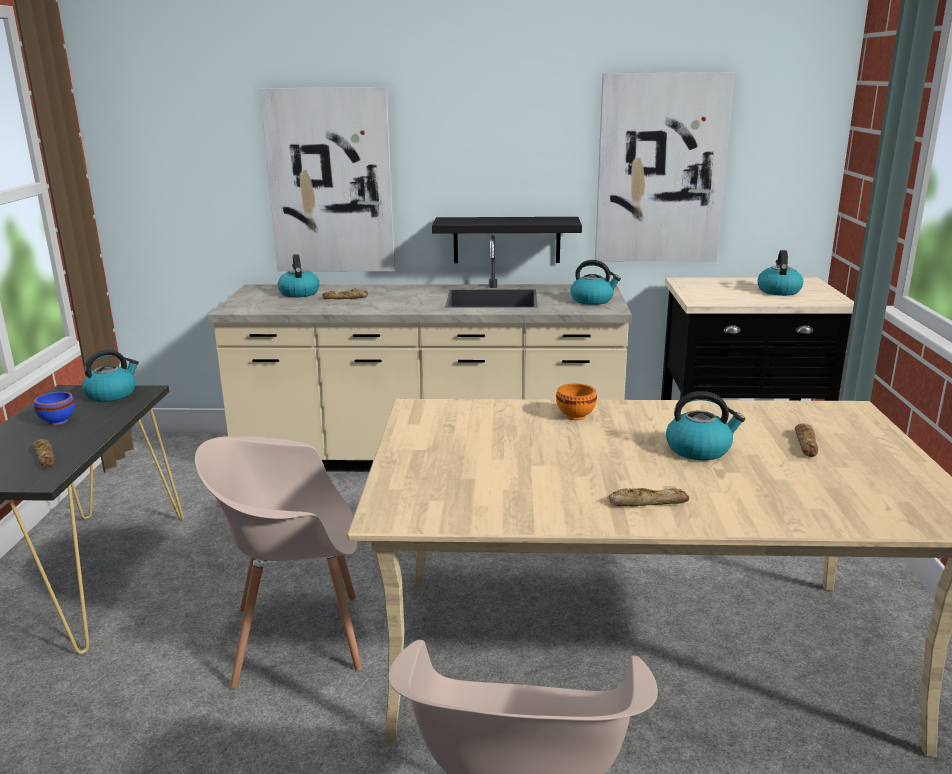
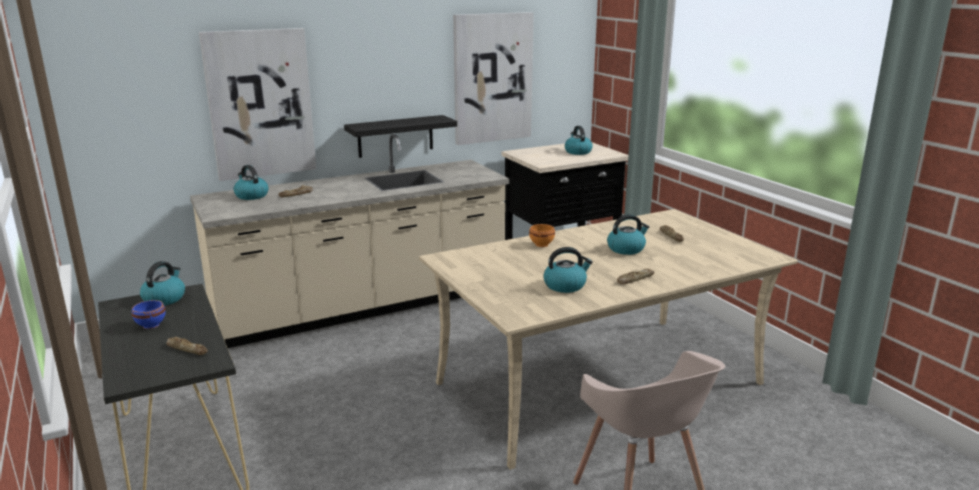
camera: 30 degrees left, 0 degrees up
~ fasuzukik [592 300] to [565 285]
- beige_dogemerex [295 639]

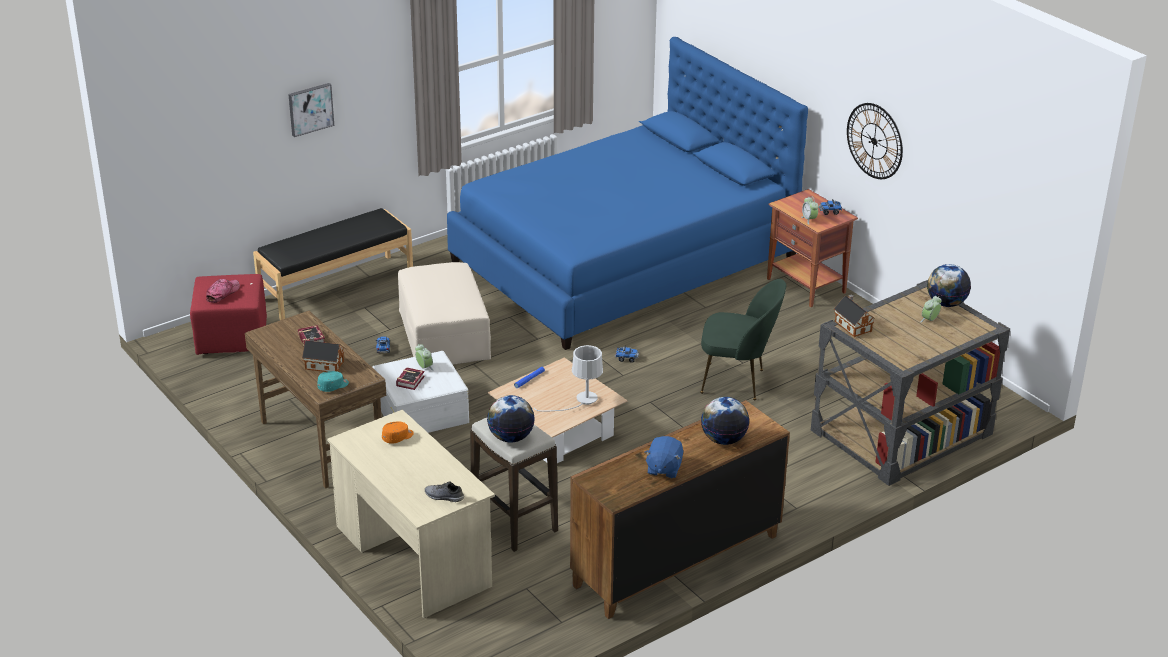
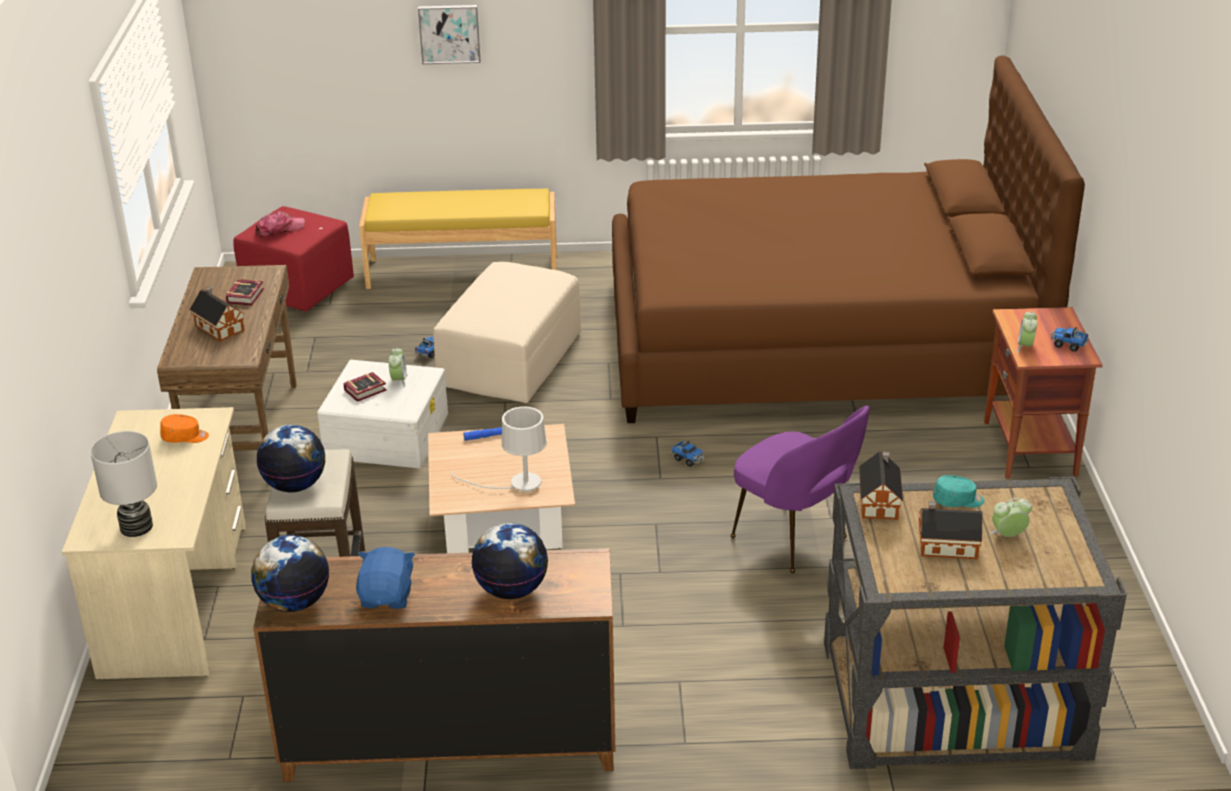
camera: 35 degrees right, 0 degrees up
~ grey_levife [443 497] to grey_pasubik [136 527]
~ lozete [946 303] to [294 602]
~ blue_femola [663 468] = [387 597] 135 degrees clockwise
~ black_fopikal [336 287] to yellow_fopikal [463 270]
~ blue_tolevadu [624 261] to brown_tolevadu [819 341]
~ green_dogemerex [738 383] to purple_dogemerex [795 542]
+ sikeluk [945 545]
~ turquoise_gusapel [333 386] to [958 501]
- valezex [874 141]

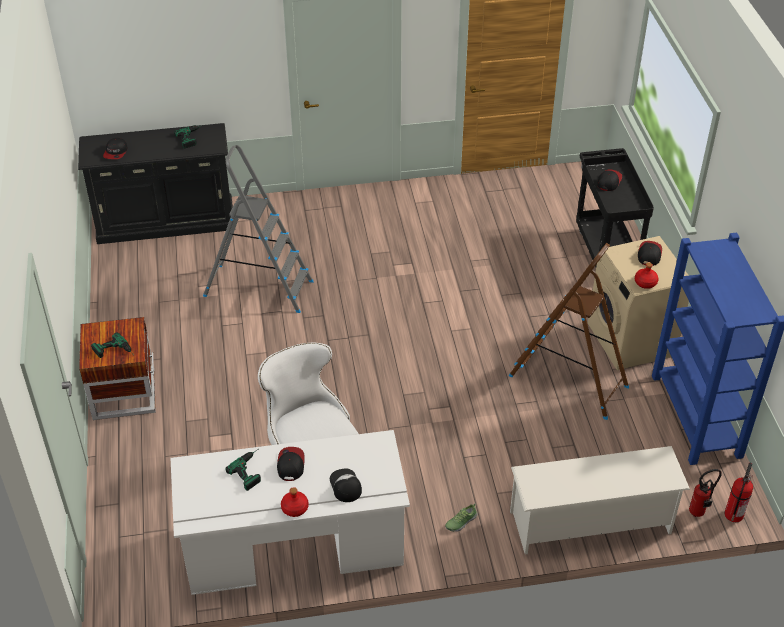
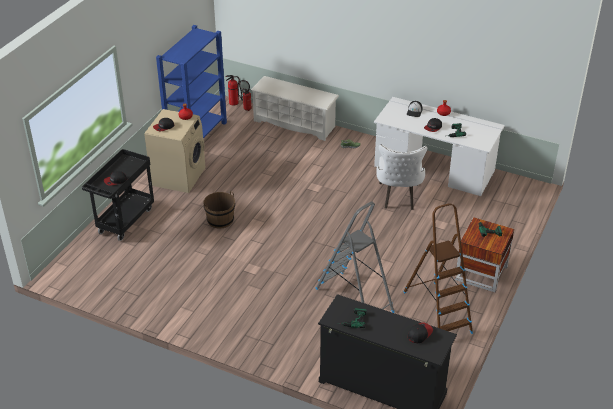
camera: 145 degrees left, 5 degrees down
+ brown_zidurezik [220 220]
~ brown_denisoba [567 381] to [437 312]

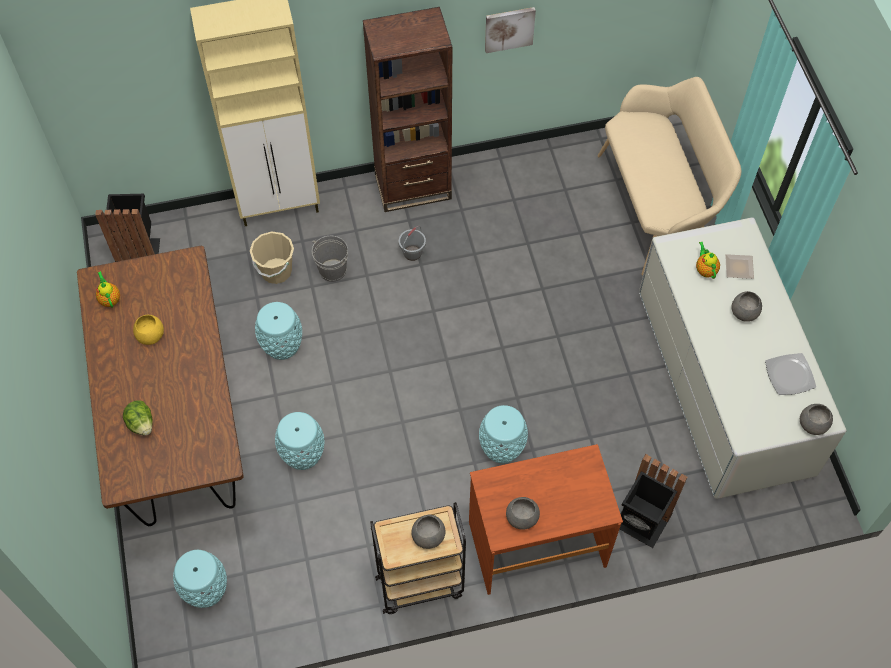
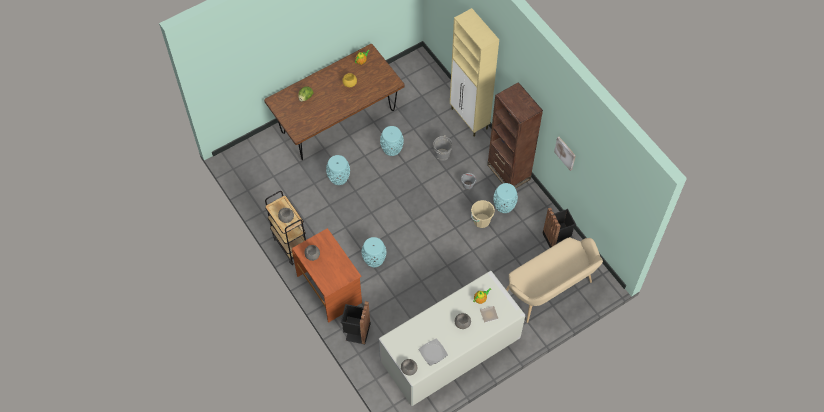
camera: 70 degrees right, 0 degrees up
~ beige_zidurezik [276 271] to [481 220]
~ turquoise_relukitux [205 589] to [504 205]
~ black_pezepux [138 251] to [556 238]

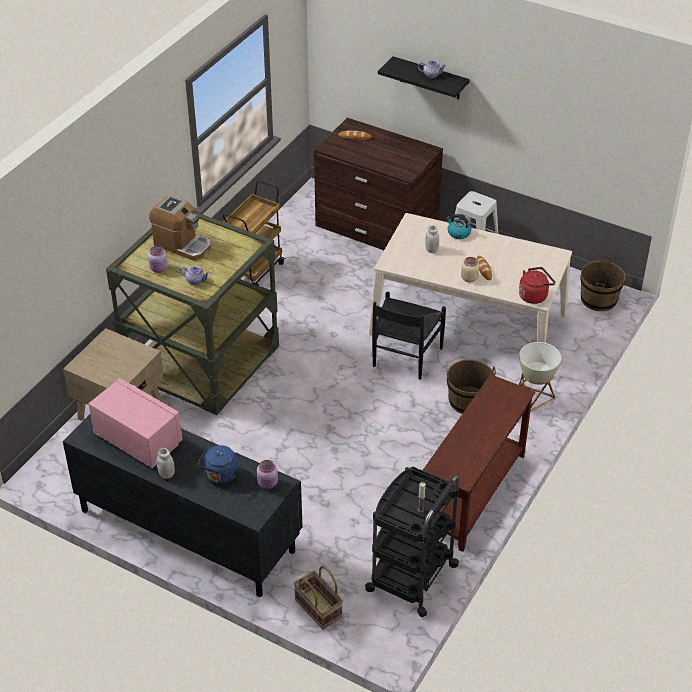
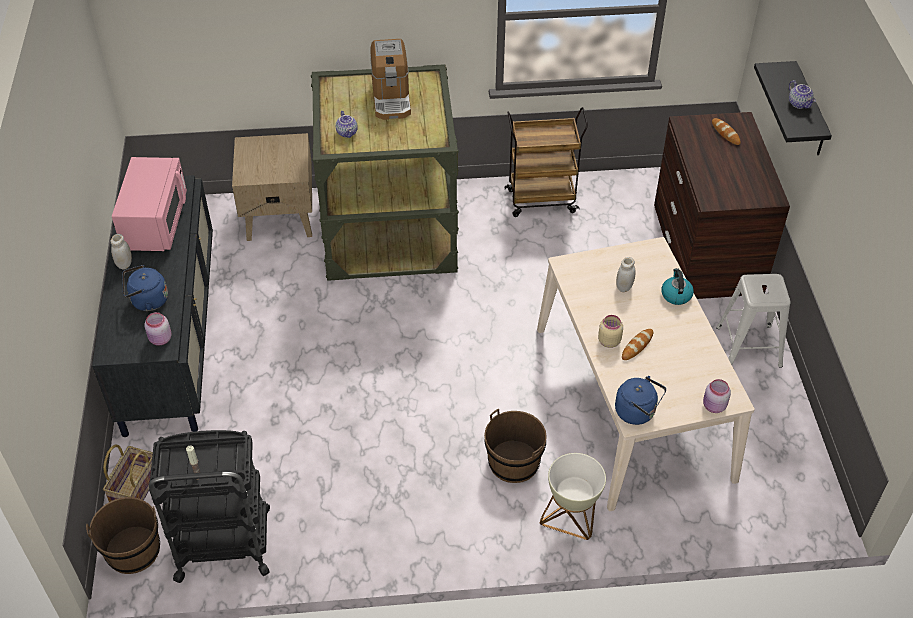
camera: 55 degrees right, 5 degrees up
~ brown_zidurezik [599 299] to [133 551]
~ red_fasuzukik [534 295] to blue_fasuzukik [637 412]
~ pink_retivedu [159 269] to [713 406]
- black_dogemerex [405 357]
- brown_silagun [473 494]

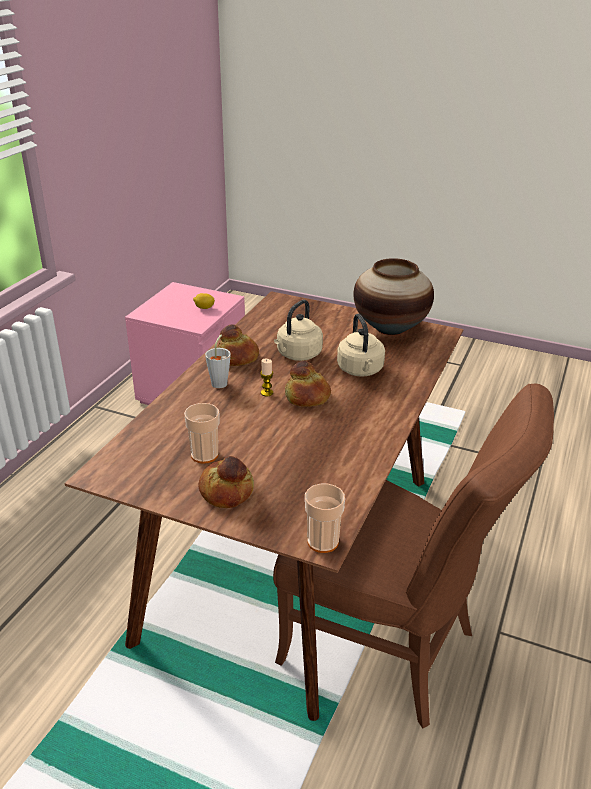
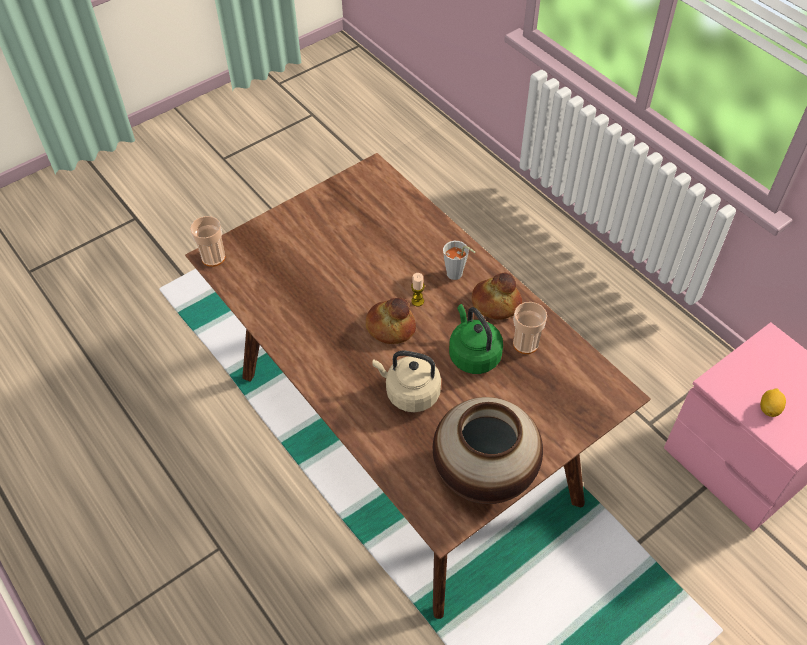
camera: 120 degrees right, 20 degrees up
~ beige_fasuzukik [297 355] to green_fasuzukik [473 354]
~ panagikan [204 455] to [525 344]
- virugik [227 491]
- brown_dogemerex [390 649]

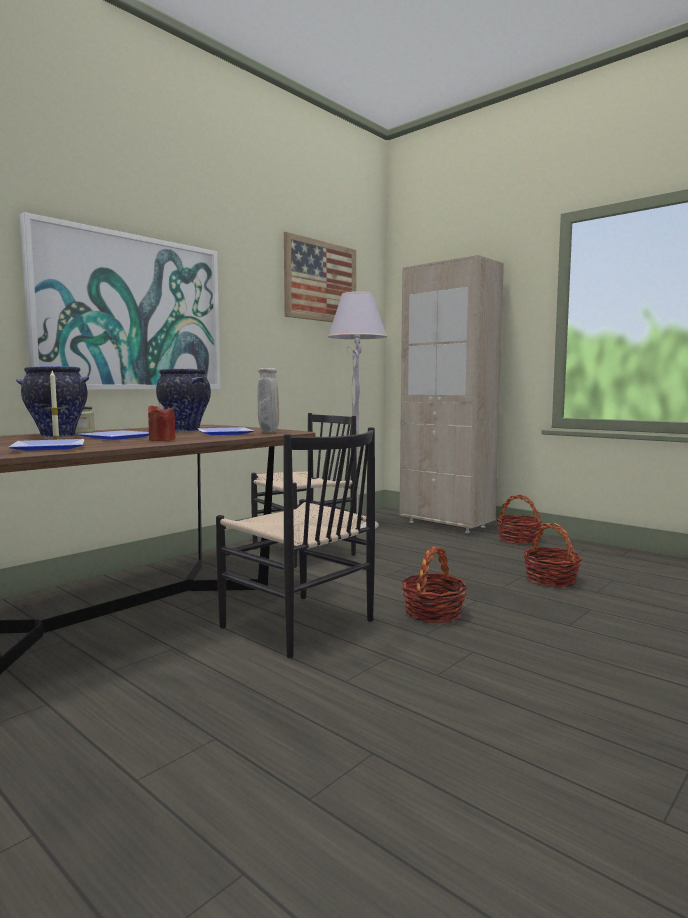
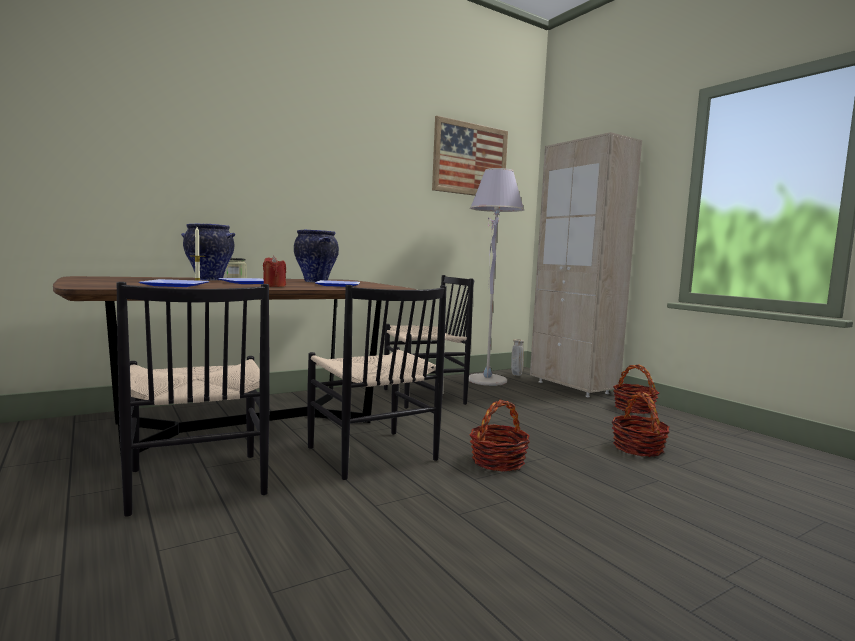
camera: 15 degrees right, 0 degrees up
+ black_dogemerex [197 486]
~ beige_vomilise [268 432] to [516 375]
- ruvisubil [130 313]

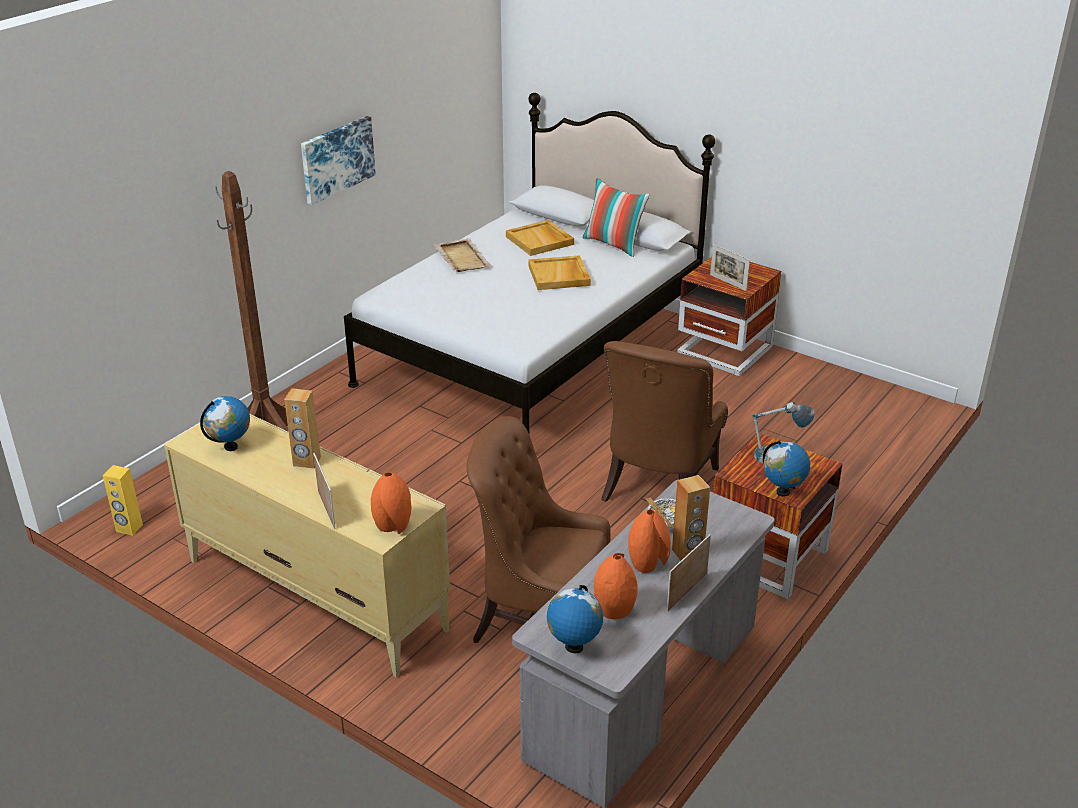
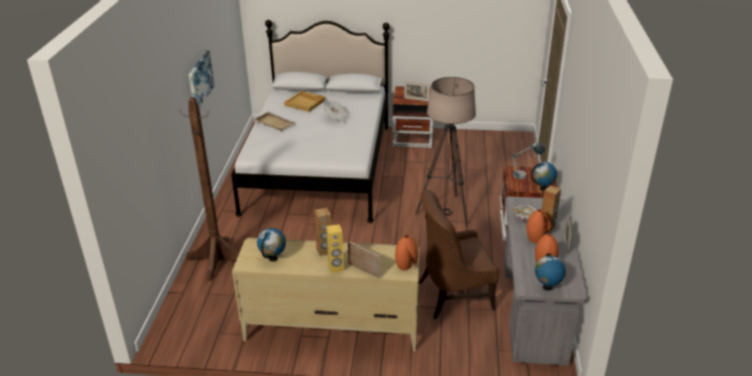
camera: 30 degrees left, 0 degrees up
~ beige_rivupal [559 276] to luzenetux [336 118]
~ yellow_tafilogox [129 528] to [336 268]
~ brown_dogemerex [658 485] to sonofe [446 211]
- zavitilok [614 244]

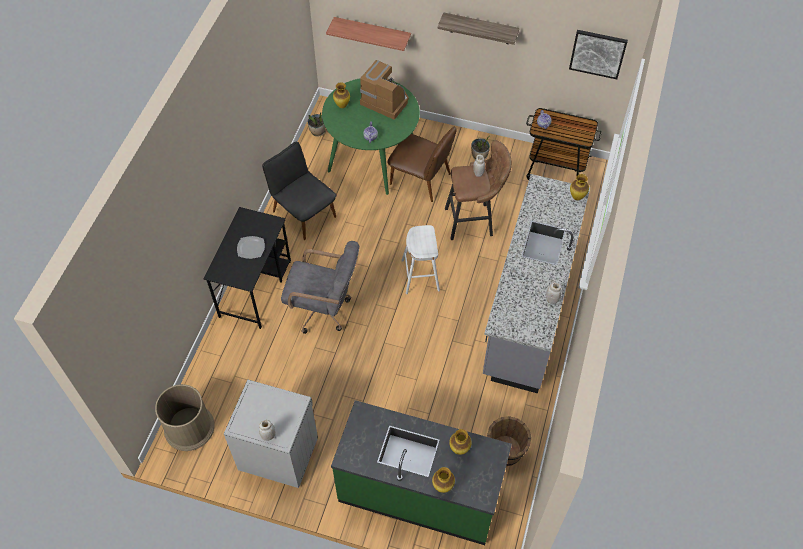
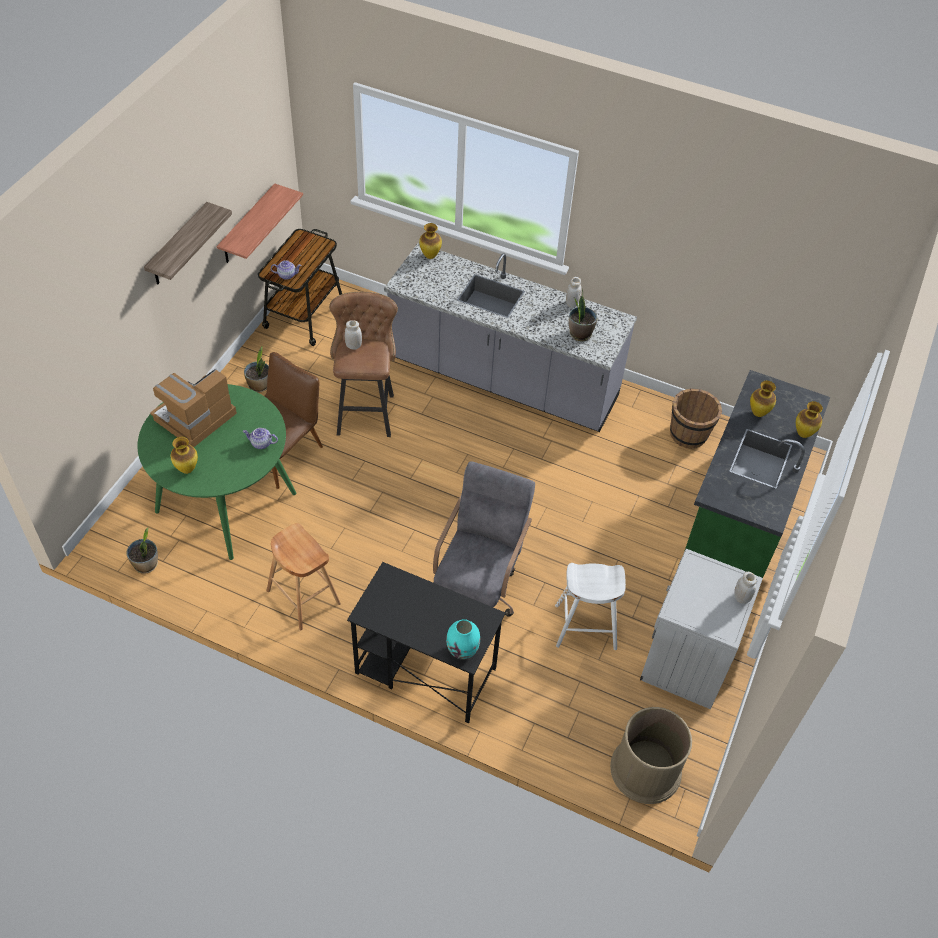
camera: 85 degrees left, 5 degrees down
~ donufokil [372 33] to [247 225]
~ black_dogemerex [304 214] to brown_relukitux [303 597]
+ turquoise_vomilise [462 650]
~ white_relukitux [420 275] to [586 627]
+ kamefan [580 334]
- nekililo [250 248]
- ruvisubil [597 53]

